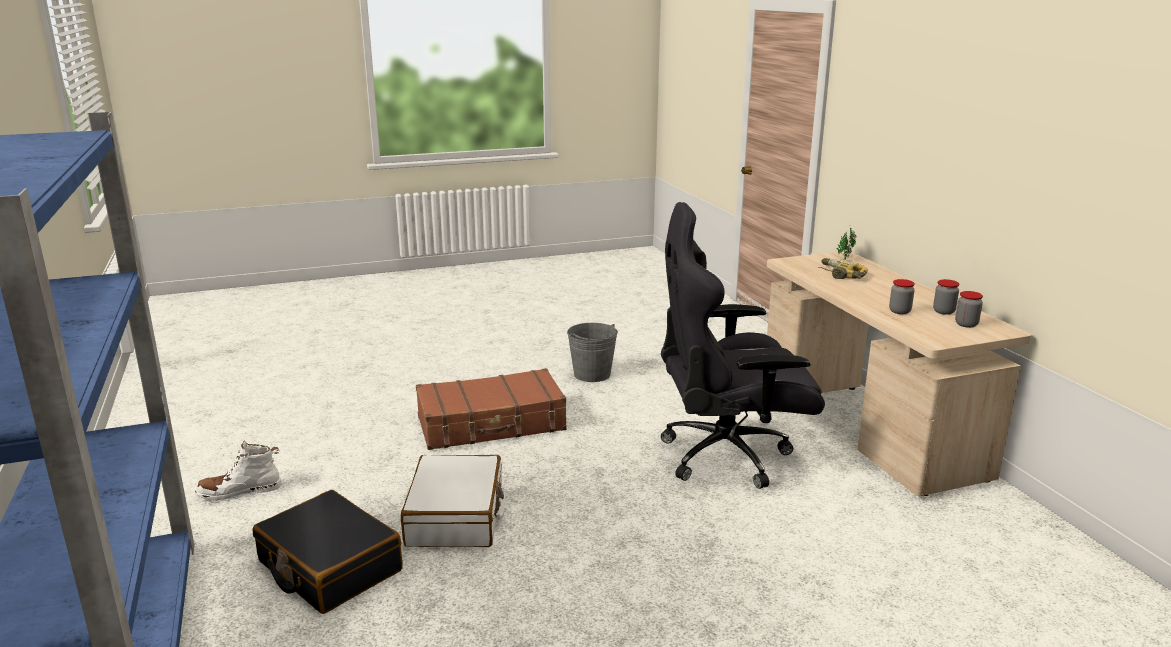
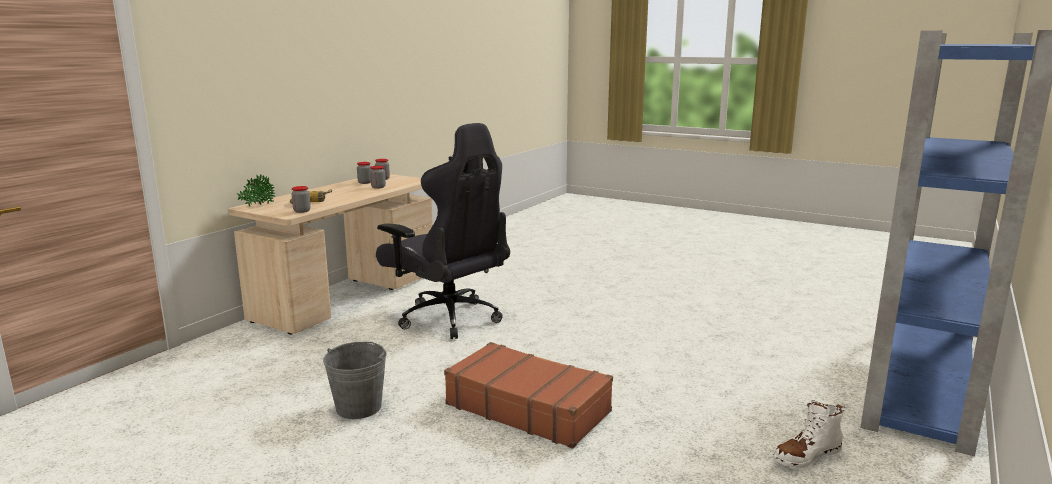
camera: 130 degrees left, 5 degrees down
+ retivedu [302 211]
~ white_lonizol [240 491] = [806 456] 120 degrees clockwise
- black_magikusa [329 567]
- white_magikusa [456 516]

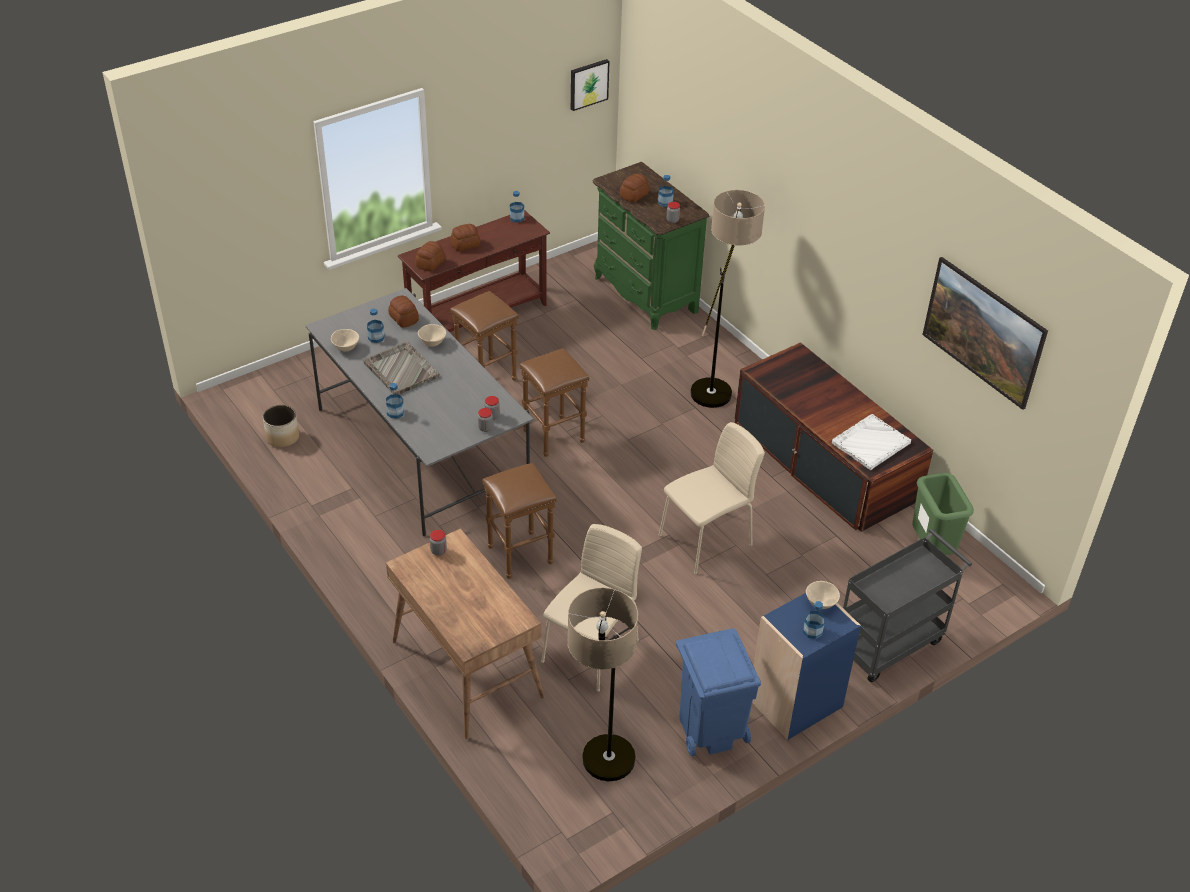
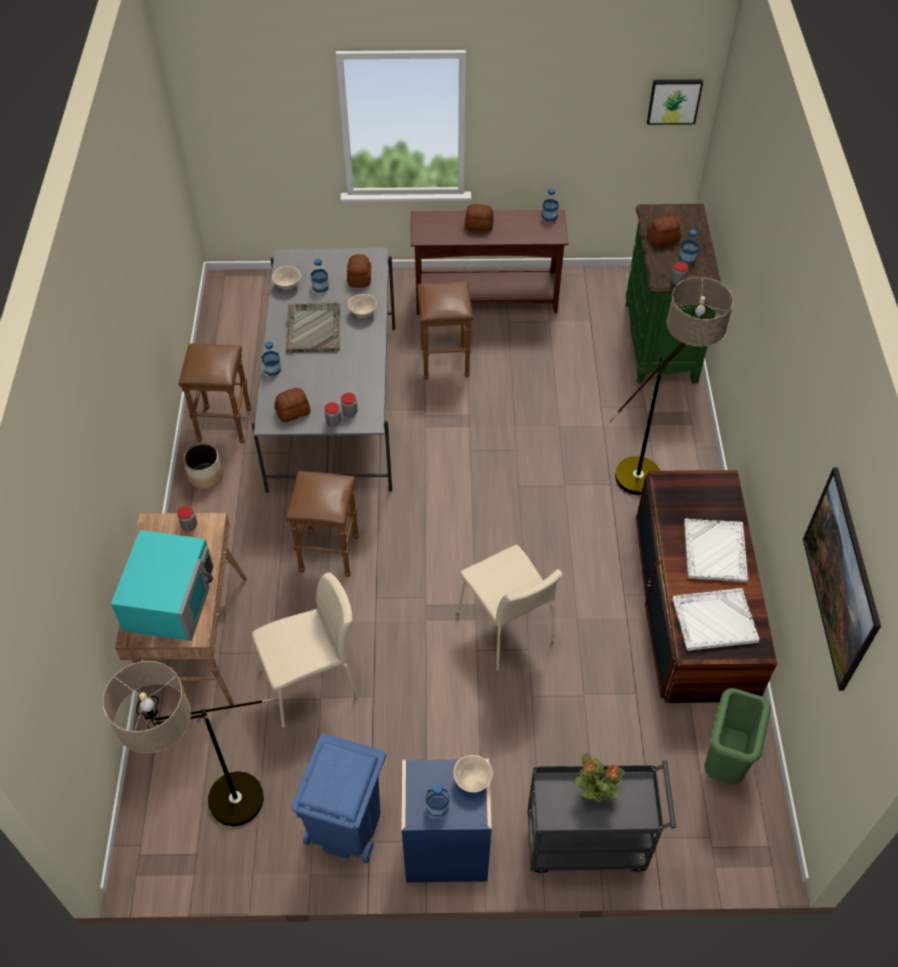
camera: 35 degrees right, 10 degrees up
+ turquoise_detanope [170 598]
~ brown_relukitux [555 436] to [225 425]
~ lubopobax [282 438] to [205 476]
~ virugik [431 263] to [293 412]
~ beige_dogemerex [708 539] = [507 628] 60 degrees clockwise
+ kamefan [595 791]
+ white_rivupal [715 552]

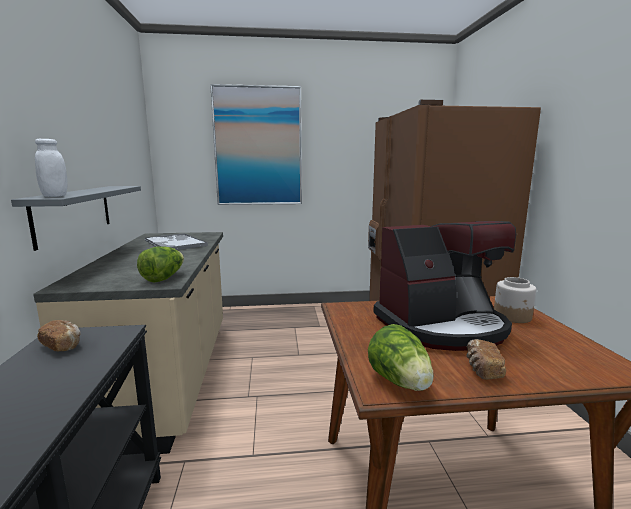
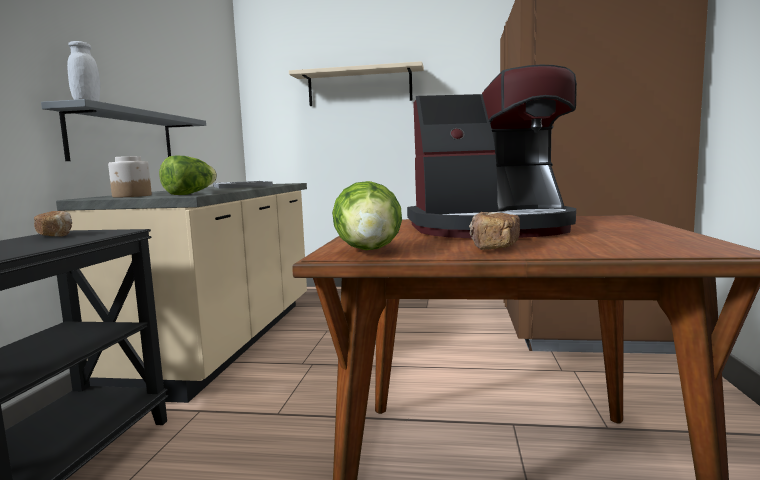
camera: 15 degrees right, 5 degrees down
~ retivedu [512 316] to [132 196]
~ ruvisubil [258 147] to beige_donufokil [359 87]

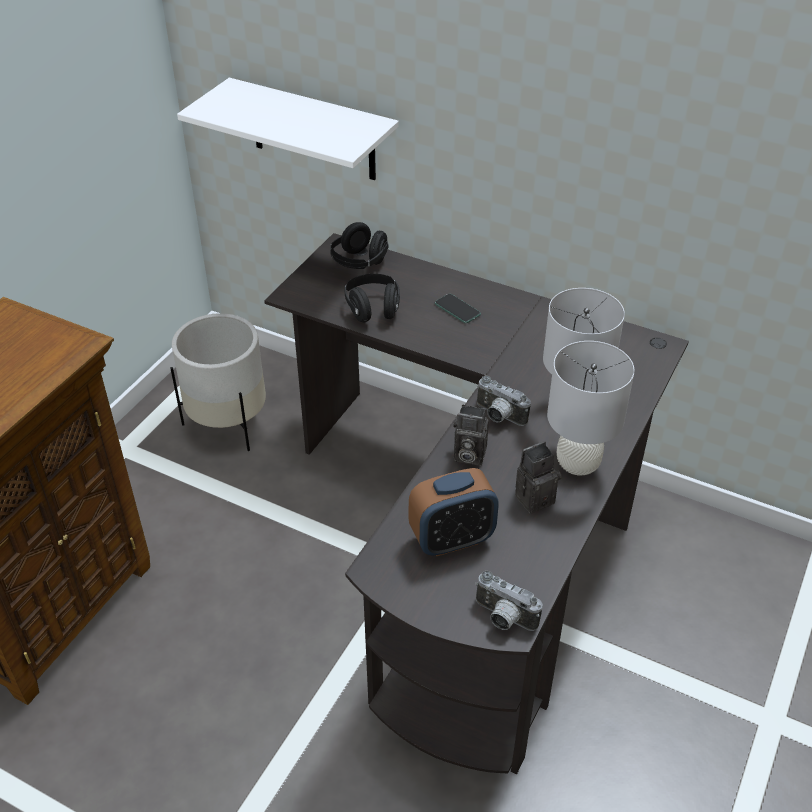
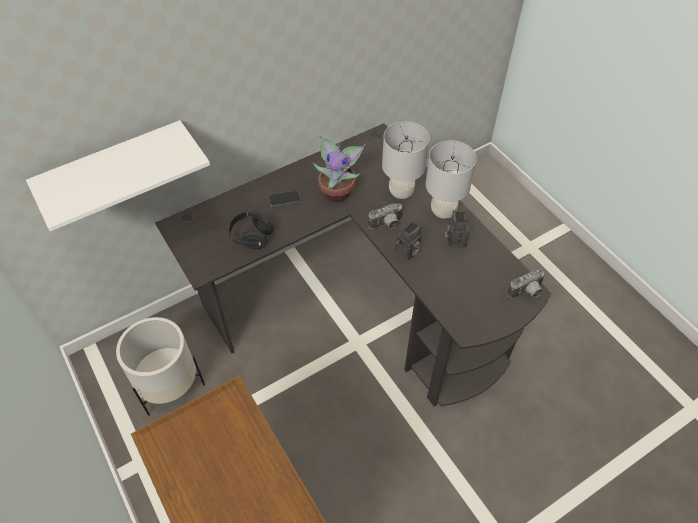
camera: 60 degrees left, 10 degrees up
+ kamefan [338 192]
- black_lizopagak [359 262]
- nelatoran [452 539]

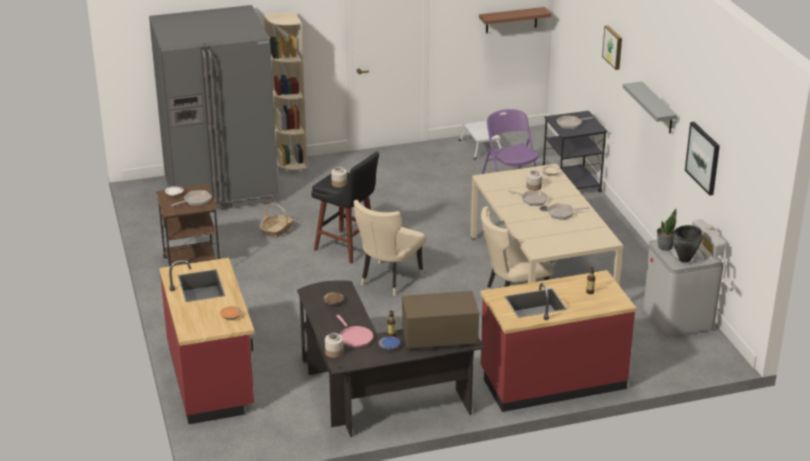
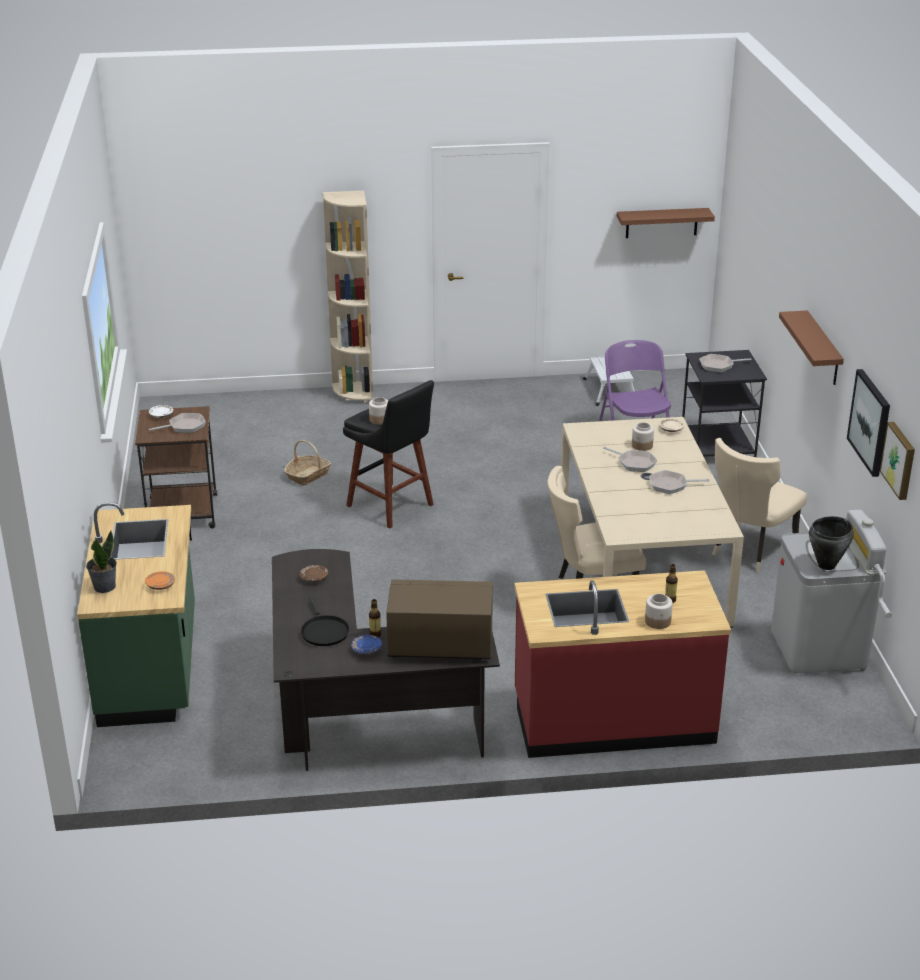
camera: 10 degrees right, 0 degrees up
~ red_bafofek [212 379] to green_bafofek [151 667]
~ kamefan [664 247] to [104 586]
~ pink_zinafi [354 337] to black_zinafi [324 631]
~ retivedu [334 352] to [658 621]
~ beige_dogemerex [388 280] to [749 551]
~ grey_donufokil [658 108] to brown_donufokil [823 349]
~ ruvisubil [613 47] to [900 460]
- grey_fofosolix [220 189]

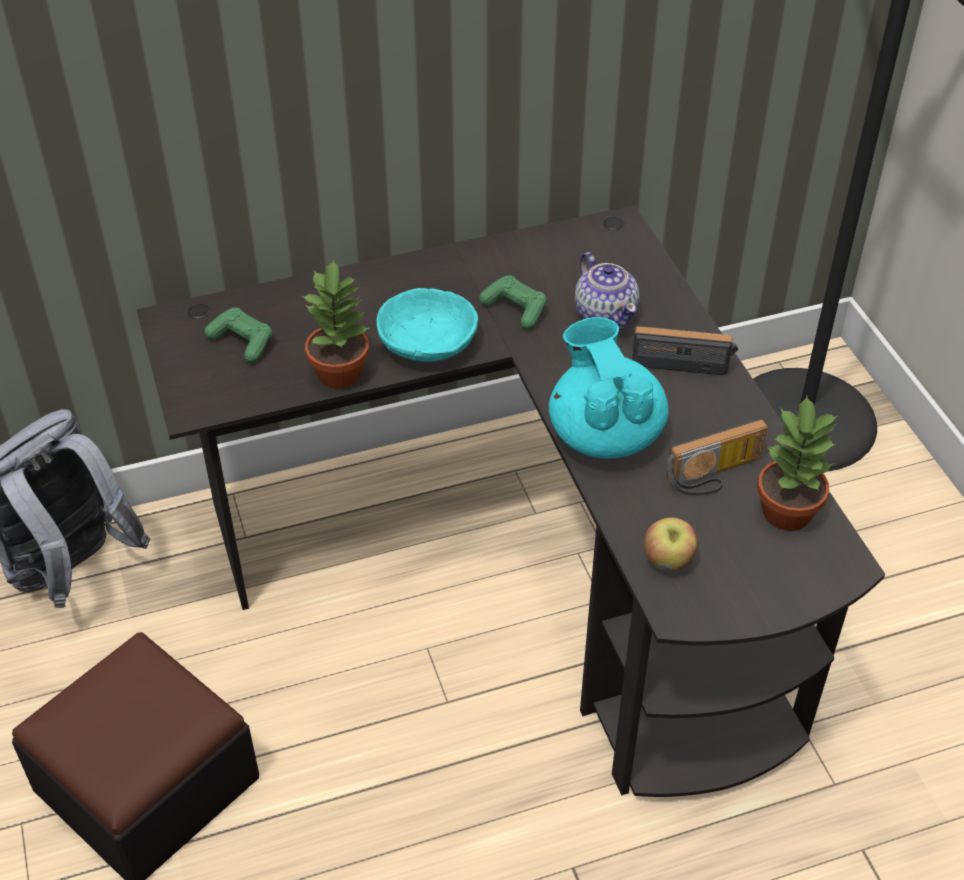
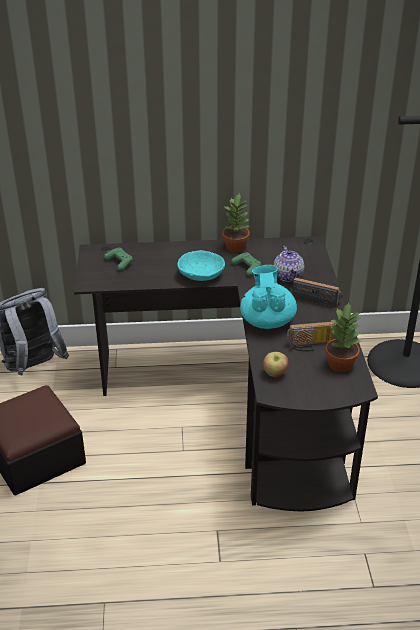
camera: 15 degrees right, 10 degrees down
~ kamefan [341 373] to [236 247]

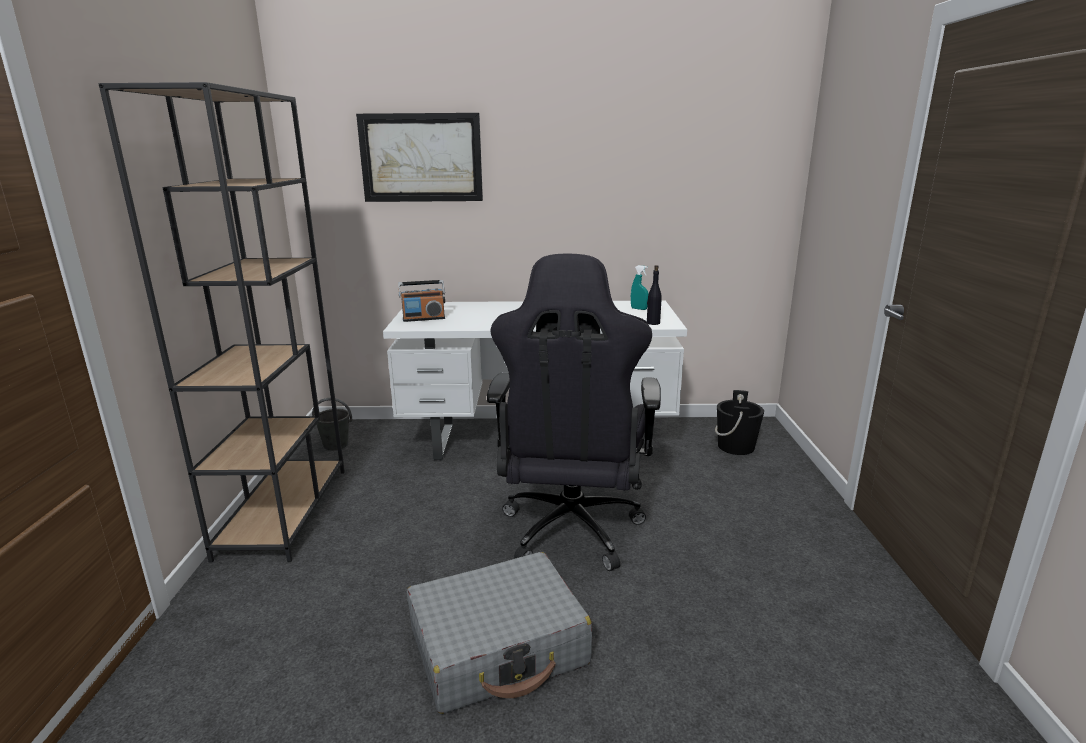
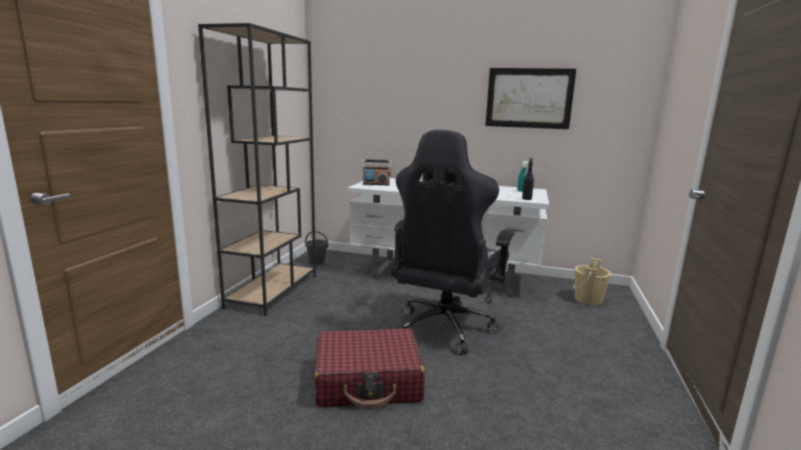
camera: 15 degrees right, 5 degrees down
~ grey_magikusa [499 647] to red_magikusa [368 381]
~ ruvisubil [421 158] to [529 98]
~ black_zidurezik [736 446] to beige_zidurezik [588 300]

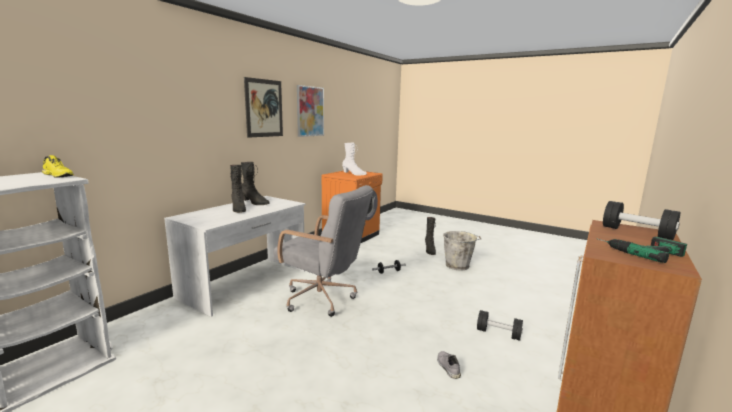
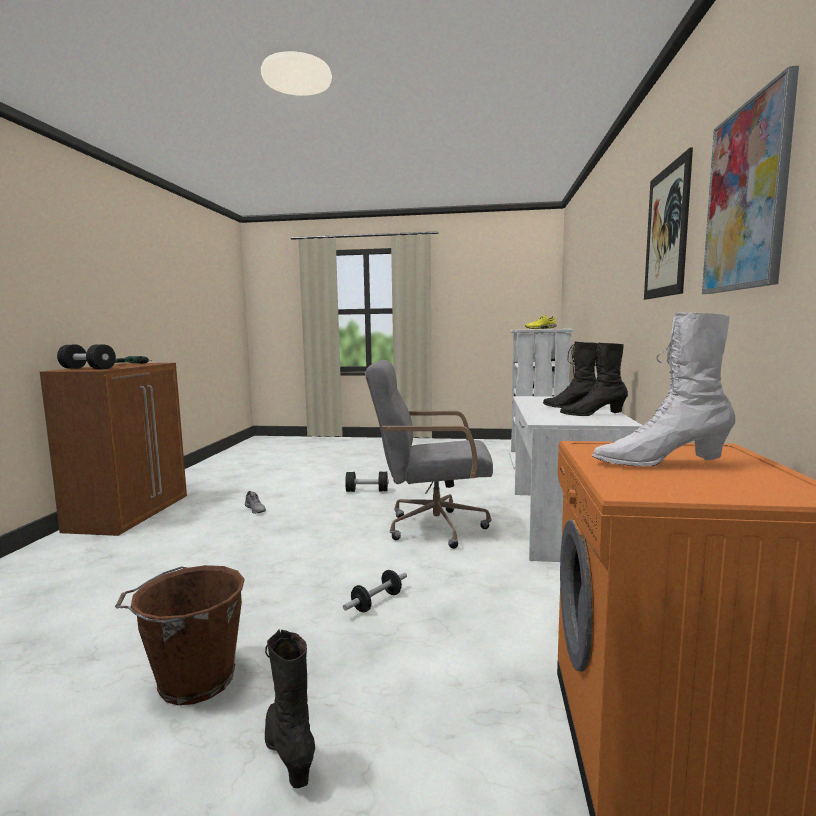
camera: 155 degrees right, 5 degrees down
~ grey_zidurezik [458 266] to brown_zidurezik [193 680]
~ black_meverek [498 333] to [367 491]

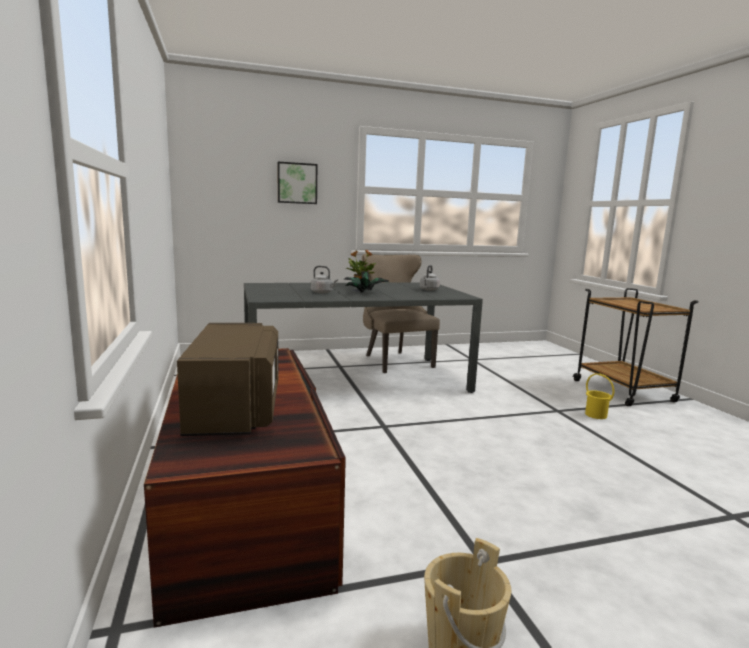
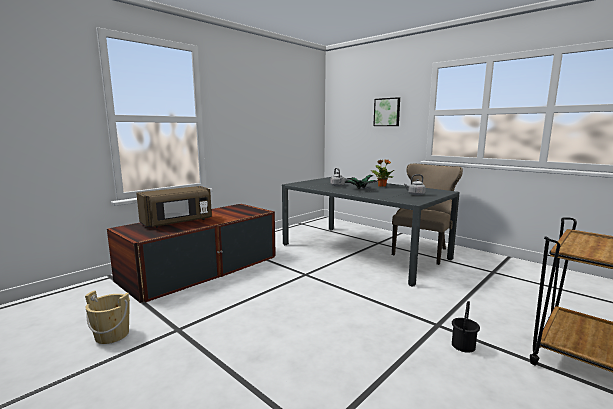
camera: 60 degrees right, 0 degrees up
~ yellow_zidurezik [595 415] to black_zidurezik [462 345]

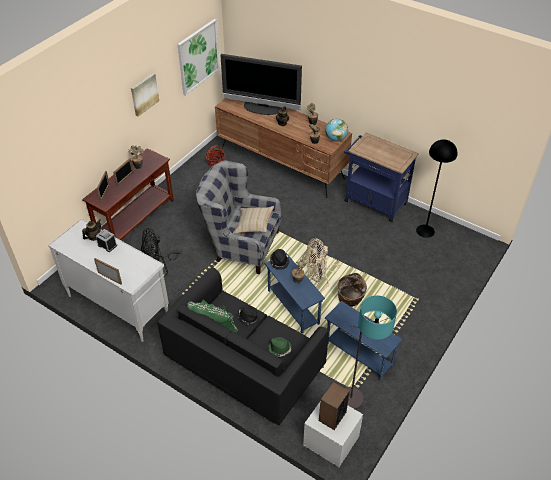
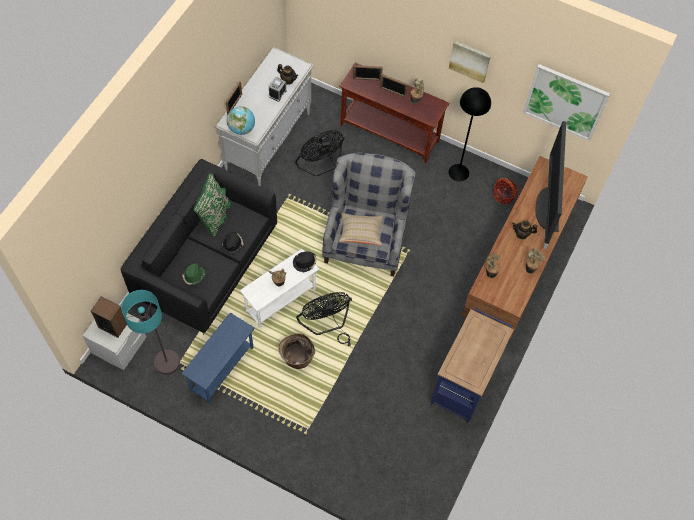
camera: 80 degrees right, 15 degrees up
~ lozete [335 139] to [242 129]
~ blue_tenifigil [293 307] to white_tenifigil [281 301]
~ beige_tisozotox [319 276] to black_tisozotox [329 324]
~ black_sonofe [425 231] to [459 172]

